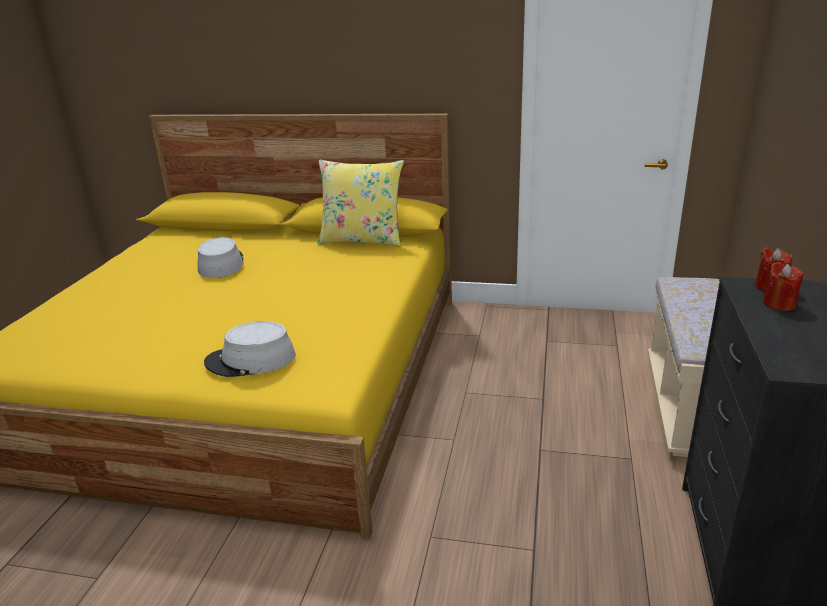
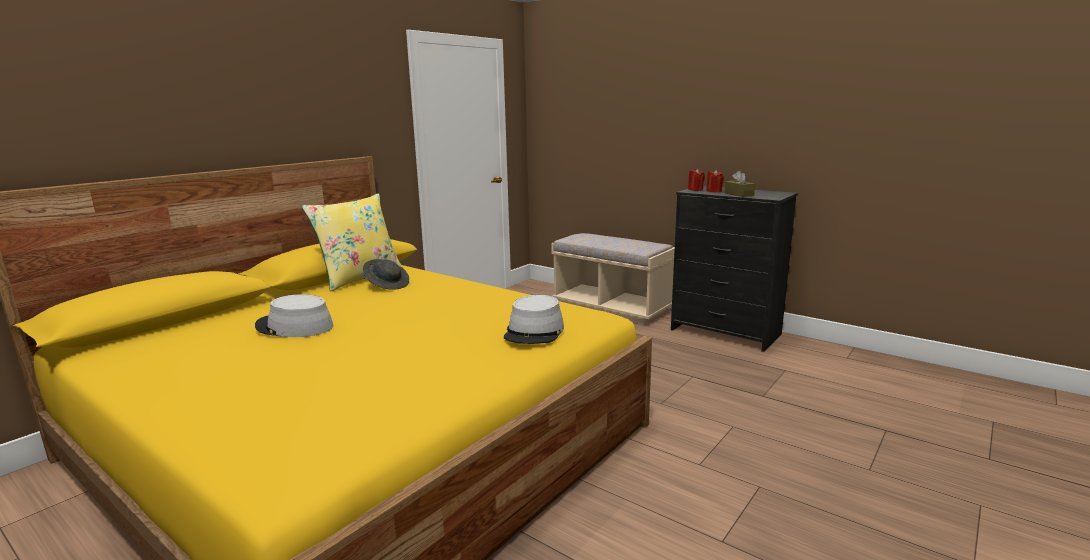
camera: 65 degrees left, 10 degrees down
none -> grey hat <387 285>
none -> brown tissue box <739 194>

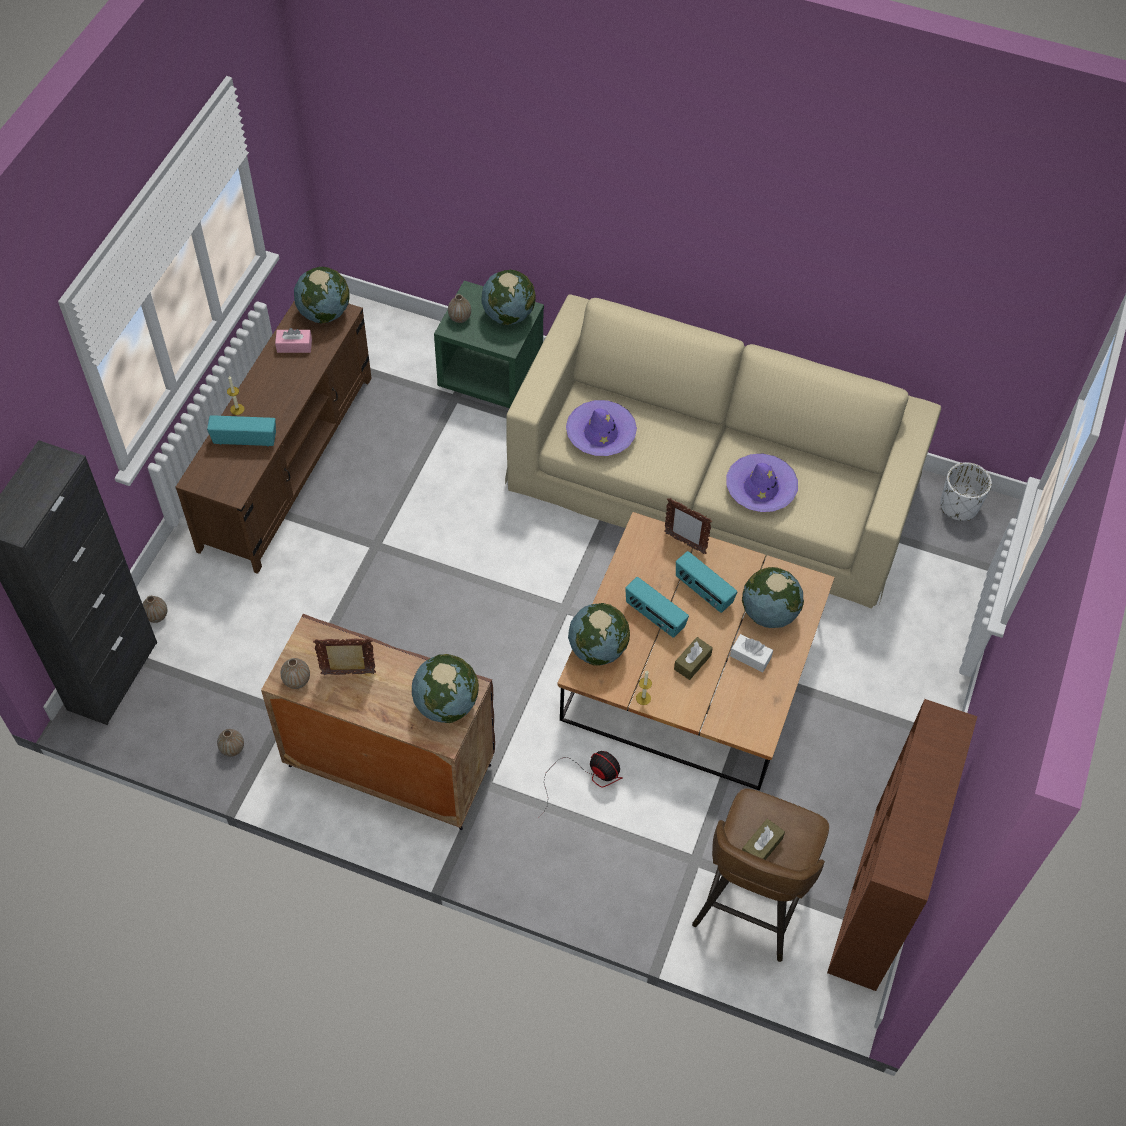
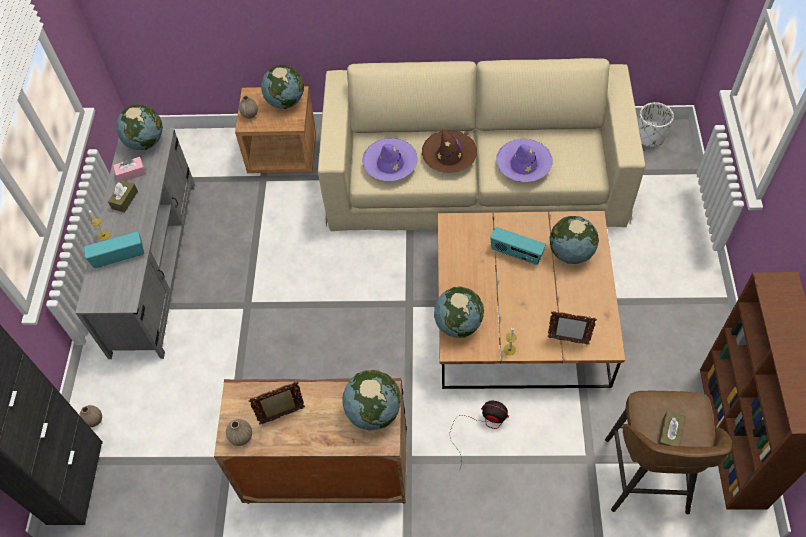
camera: 15 degrees left, 0 degrees up
brown tv stand <287 461> -> grey tv stand <154 265>
brown tissue box <692 662> -> brown tissue box <125 200>, relocated
green nightstand <491 374> -> brown nightstand <283 153>
none -> brown hat <449 156>
picture frame <684 543> -> picture frame <567 340>, relocated
vase <232 749> -> none
radio <654 617> -> none
white tissue box <750 657> -> none

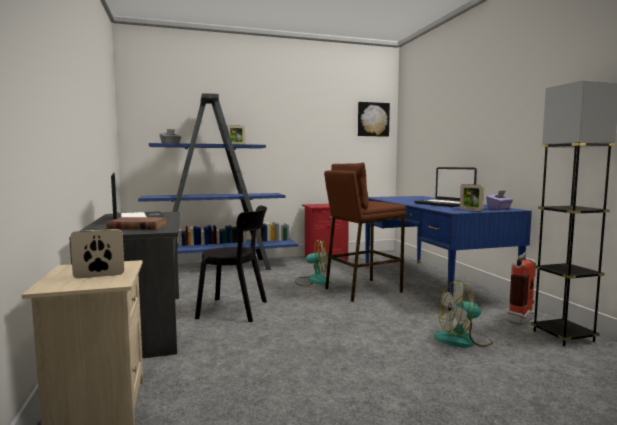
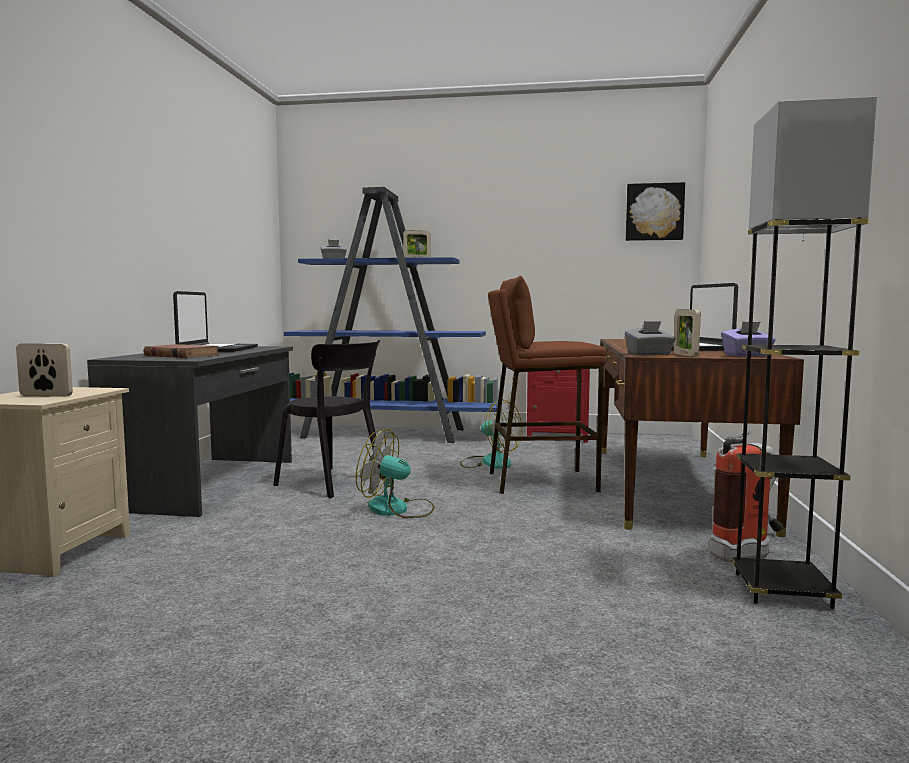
camera: 25 degrees right, 0 degrees up
fan <463 340> -> fan <397 509>, relocated
blue desk <431 283> -> brown desk <673 485>
none -> grey tissue box <649 354>

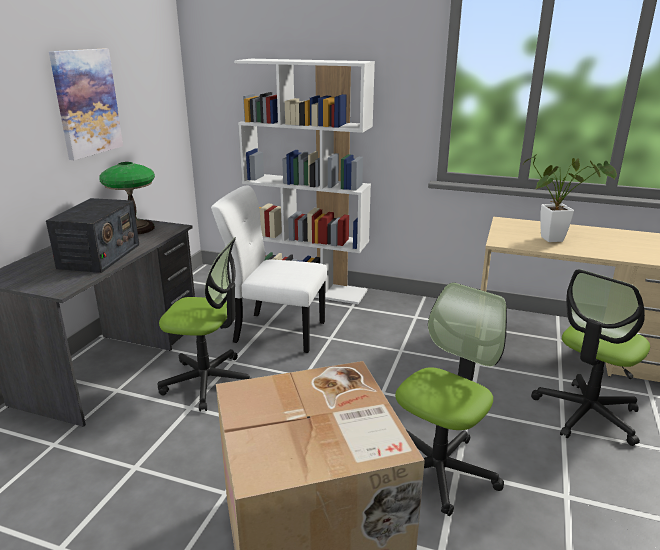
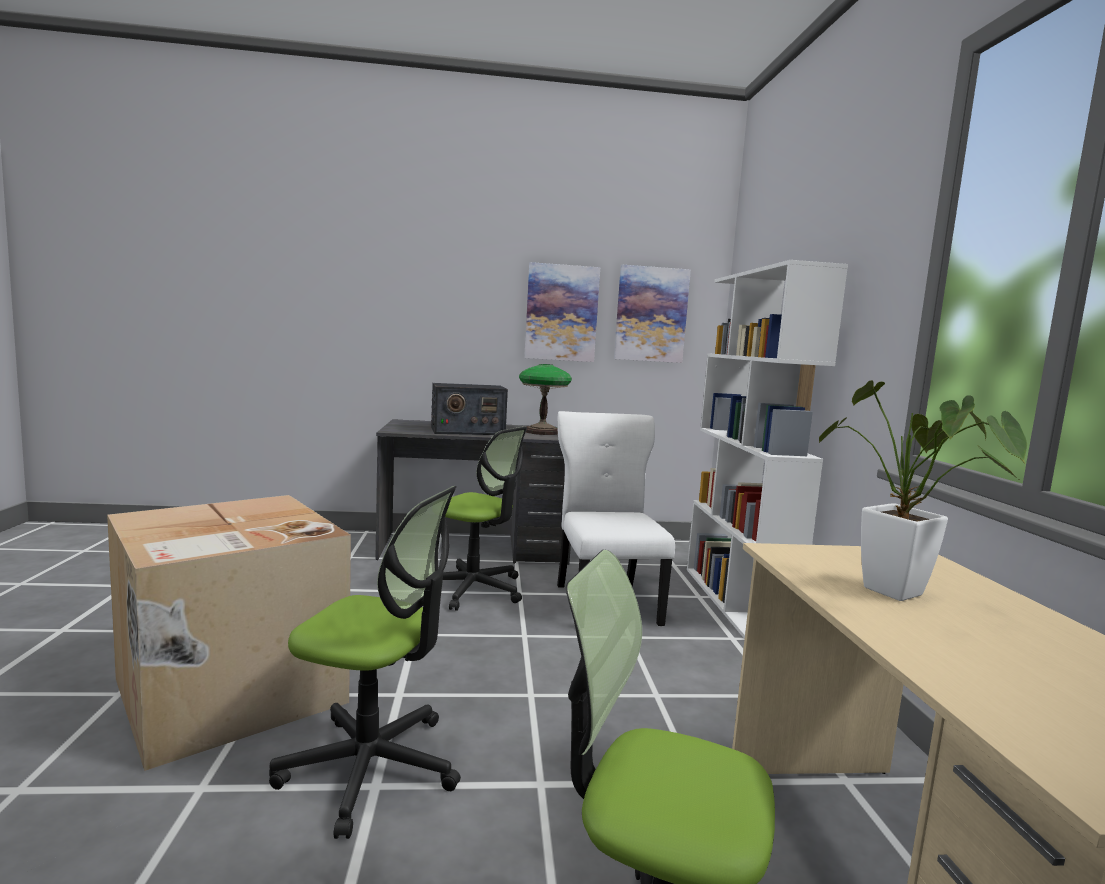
camera: 65 degrees right, 15 degrees down
office chair <208 381> -> office chair <474 589>, 45 degrees counterclockwise
none -> picture <651 314>

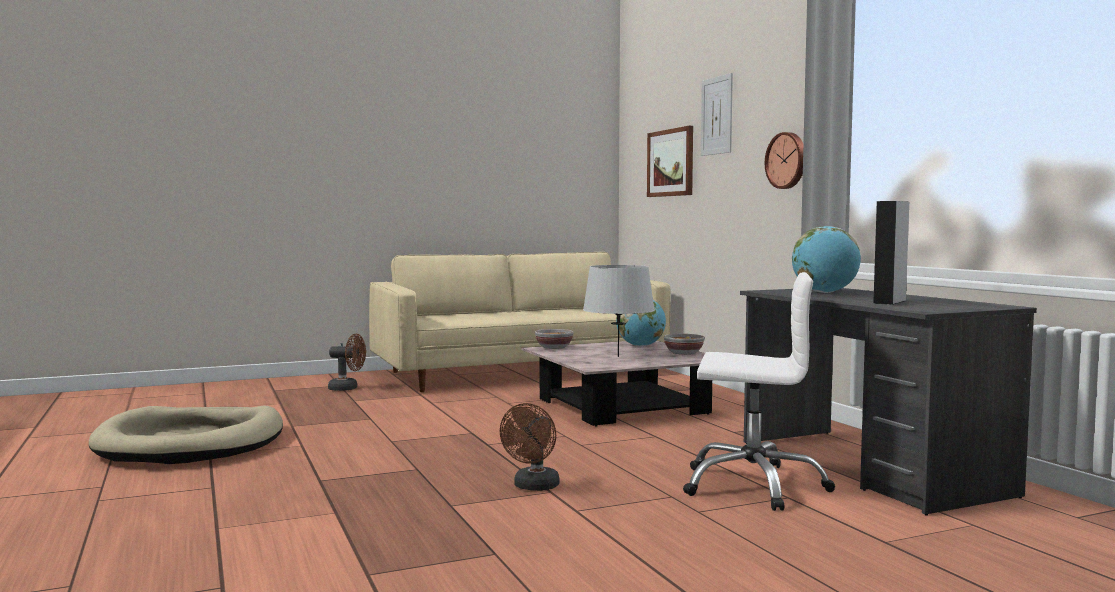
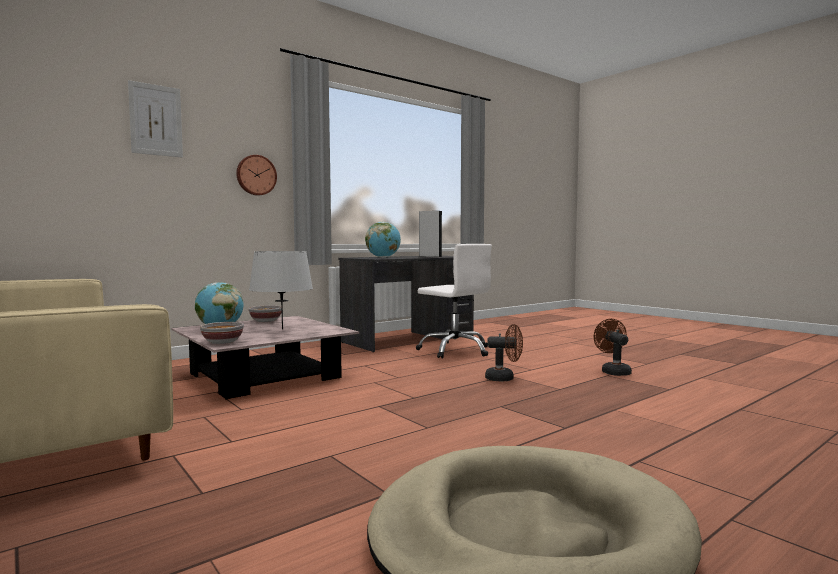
camera: 105 degrees left, 0 degrees up
white office chair <753 485> -> white office chair <455 350>, 135 degrees clockwise
brown fan <348 388> -> brown fan <613 371>, relocated
picture <671 163> -> none

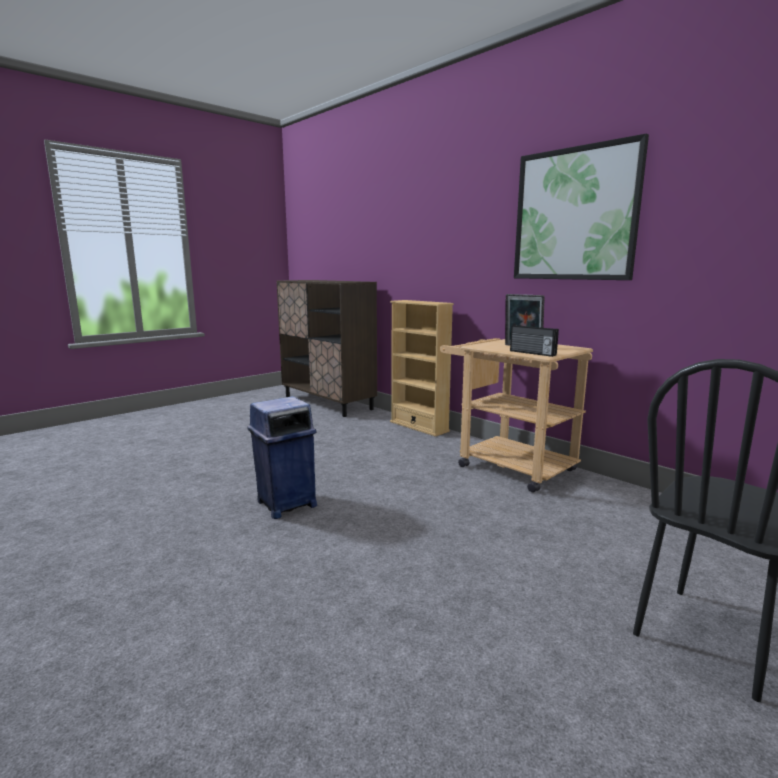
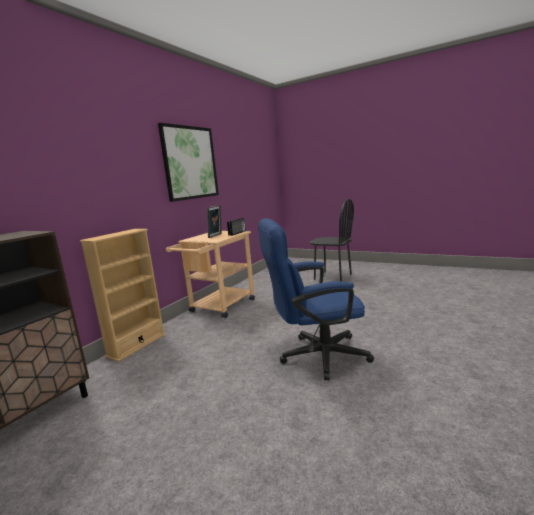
camera: 105 degrees left, 0 degrees up
blue trash can <285 504> -> blue office chair <316 356>

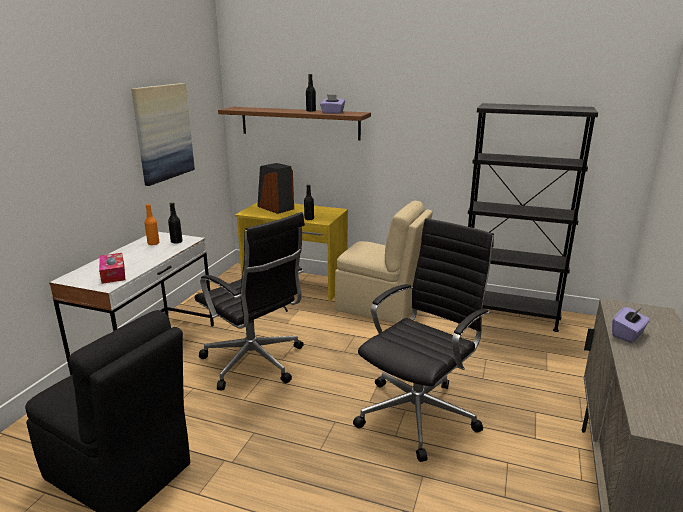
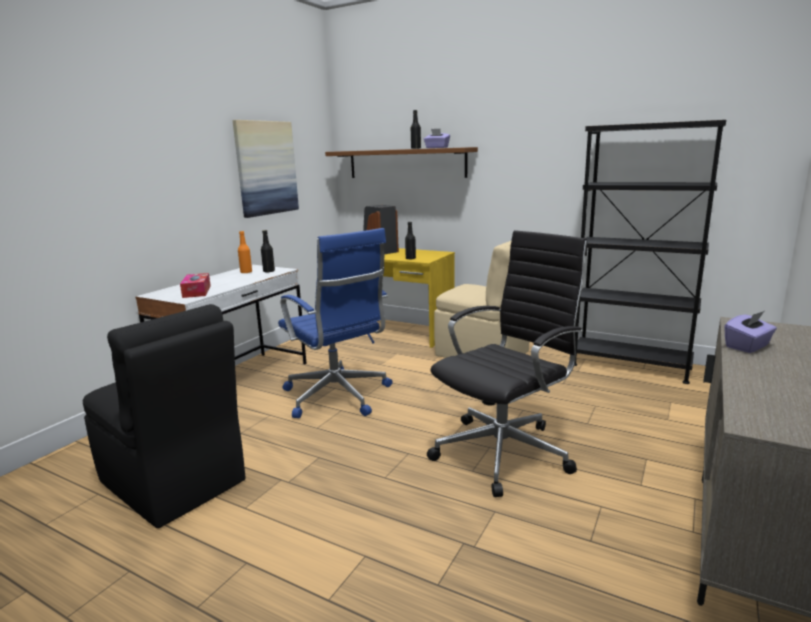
camera: 10 degrees right, 5 degrees down
black office chair <255 363> -> blue office chair <338 397>

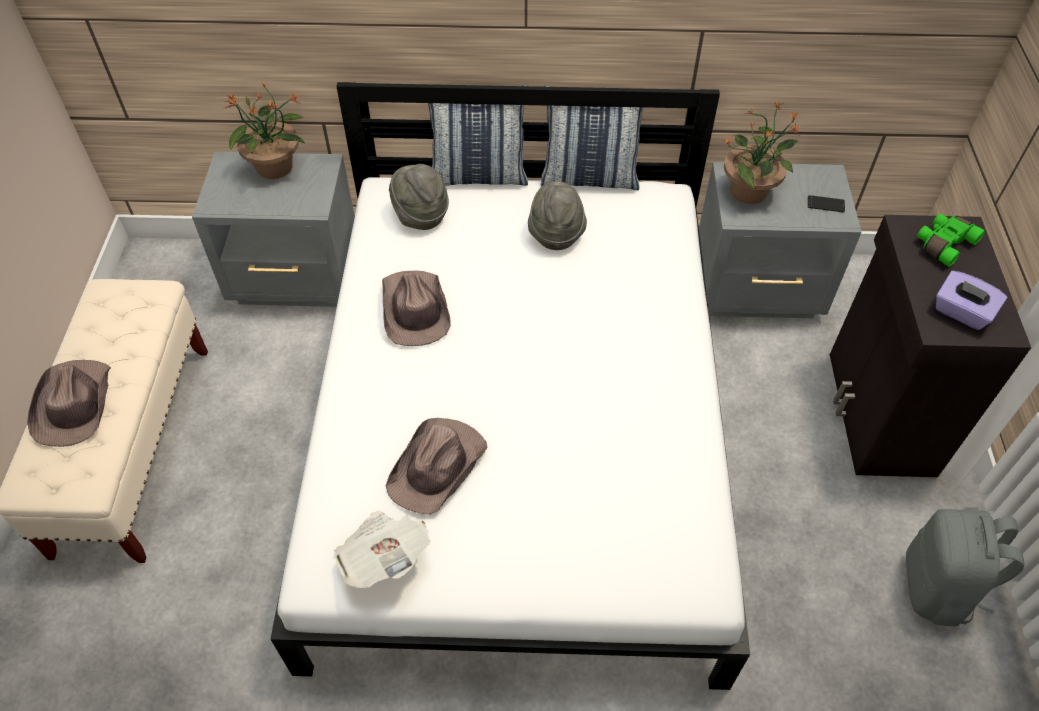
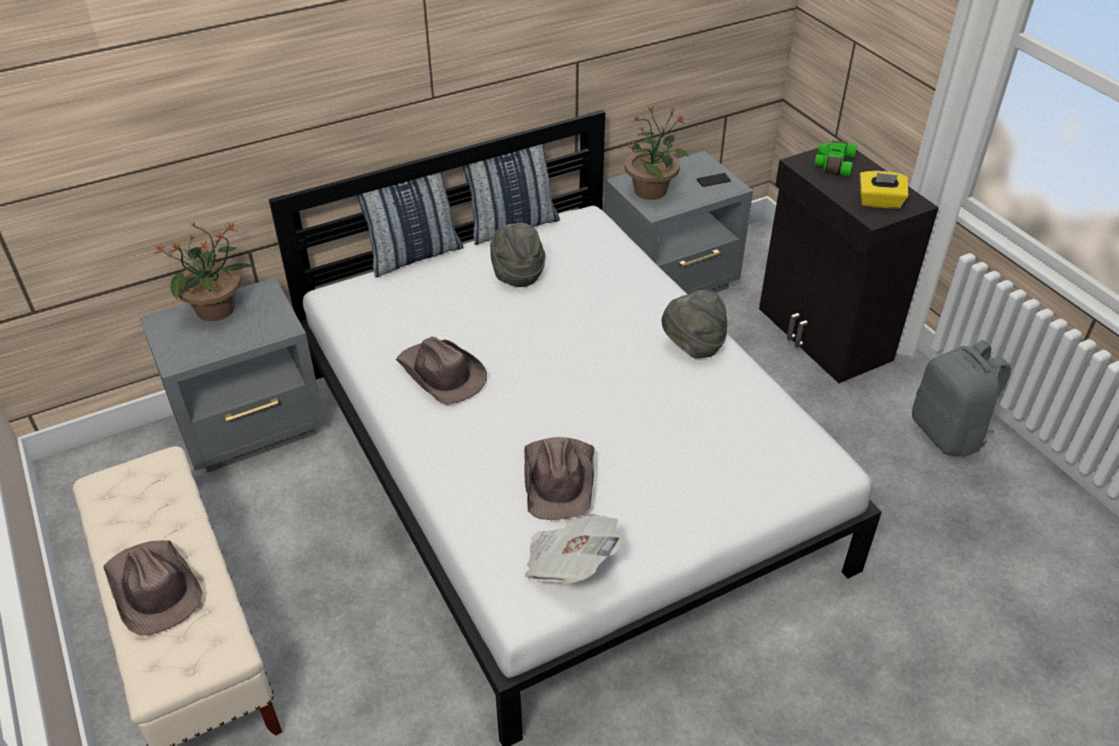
camera: 30 degrees left, 10 degrees down
grey hat <420 215> -> grey hat <693 345>, relocated
purple tissue box <961 313> -> yellow tissue box <879 202>

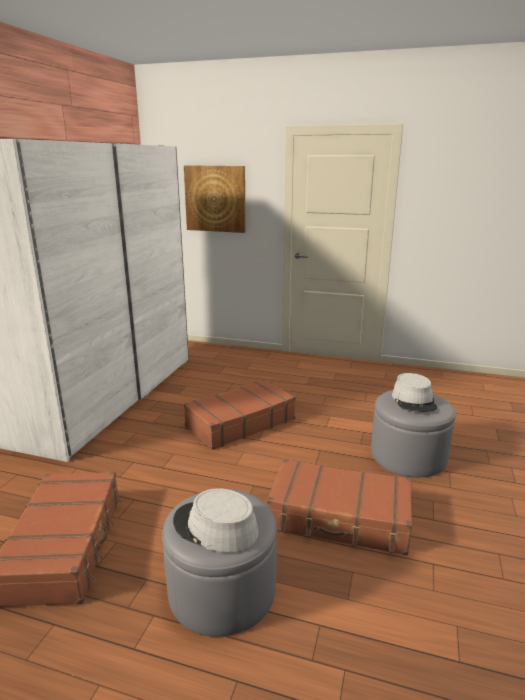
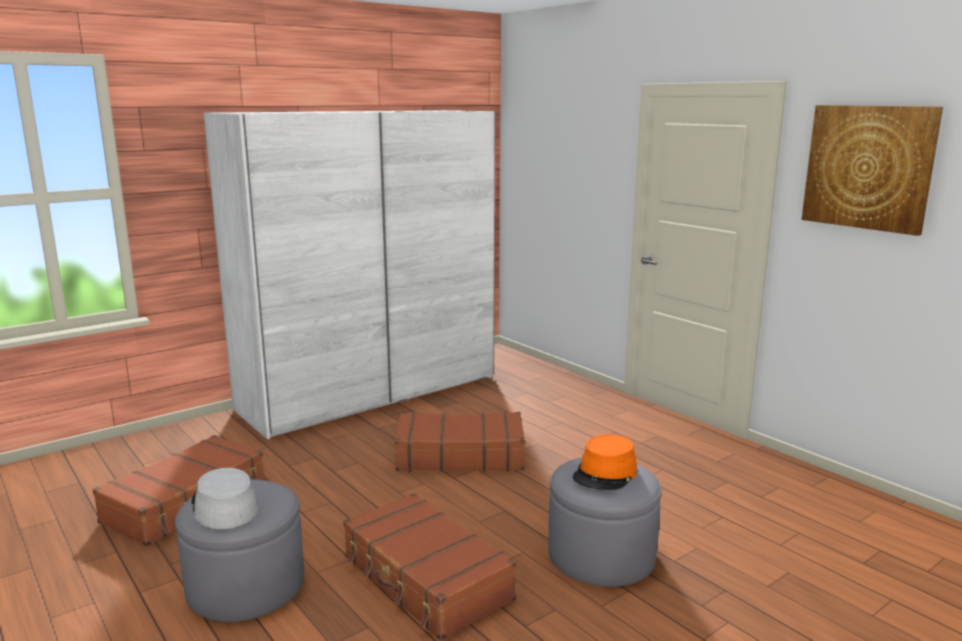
camera: 35 degrees right, 5 degrees down
grey hat <414 400> -> orange hat <605 474>
picture <215 199> -> picture <868 167>, relocated

